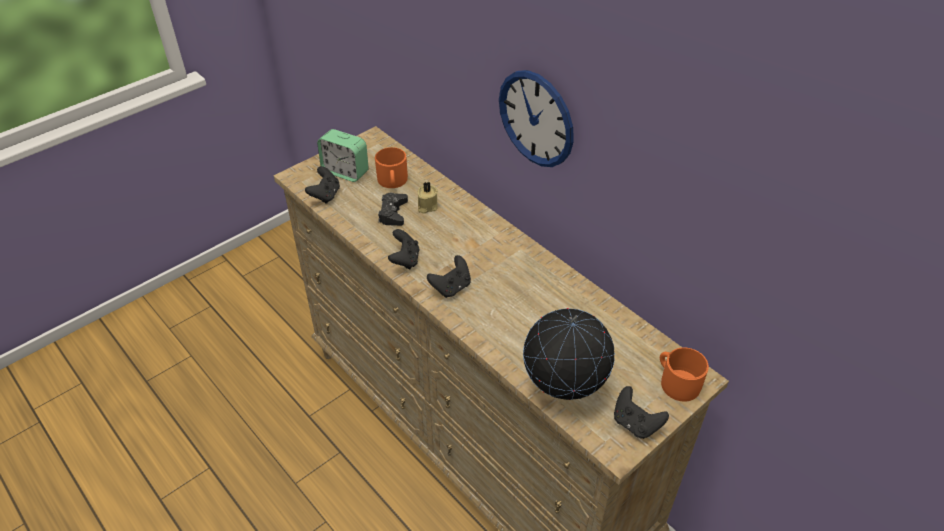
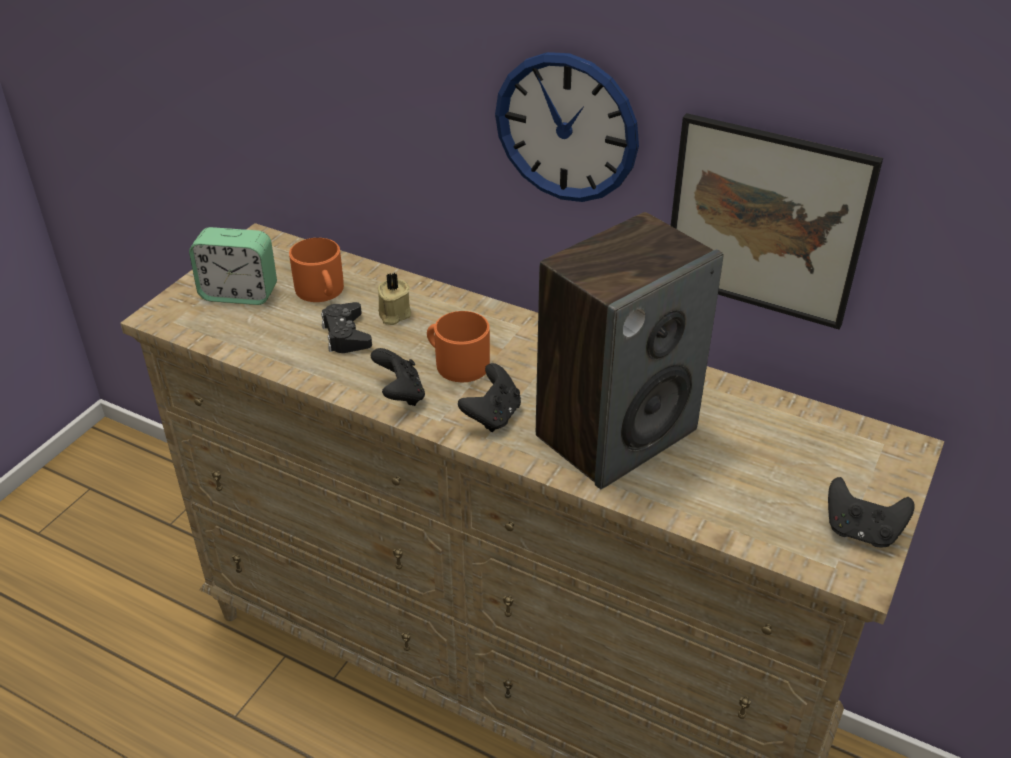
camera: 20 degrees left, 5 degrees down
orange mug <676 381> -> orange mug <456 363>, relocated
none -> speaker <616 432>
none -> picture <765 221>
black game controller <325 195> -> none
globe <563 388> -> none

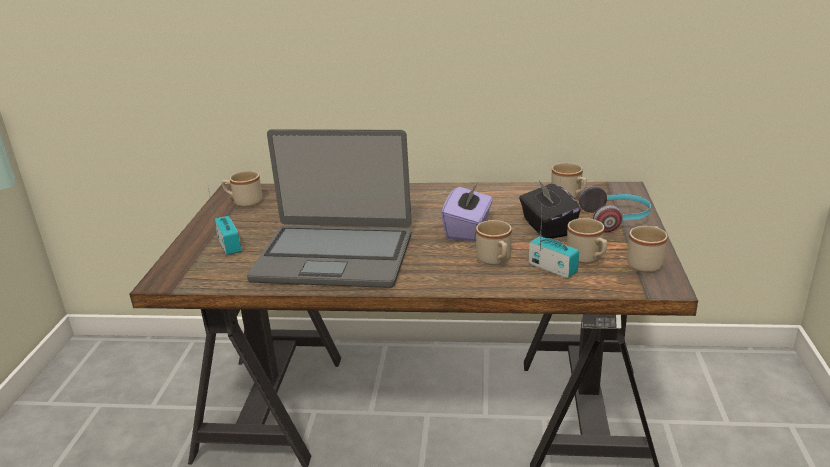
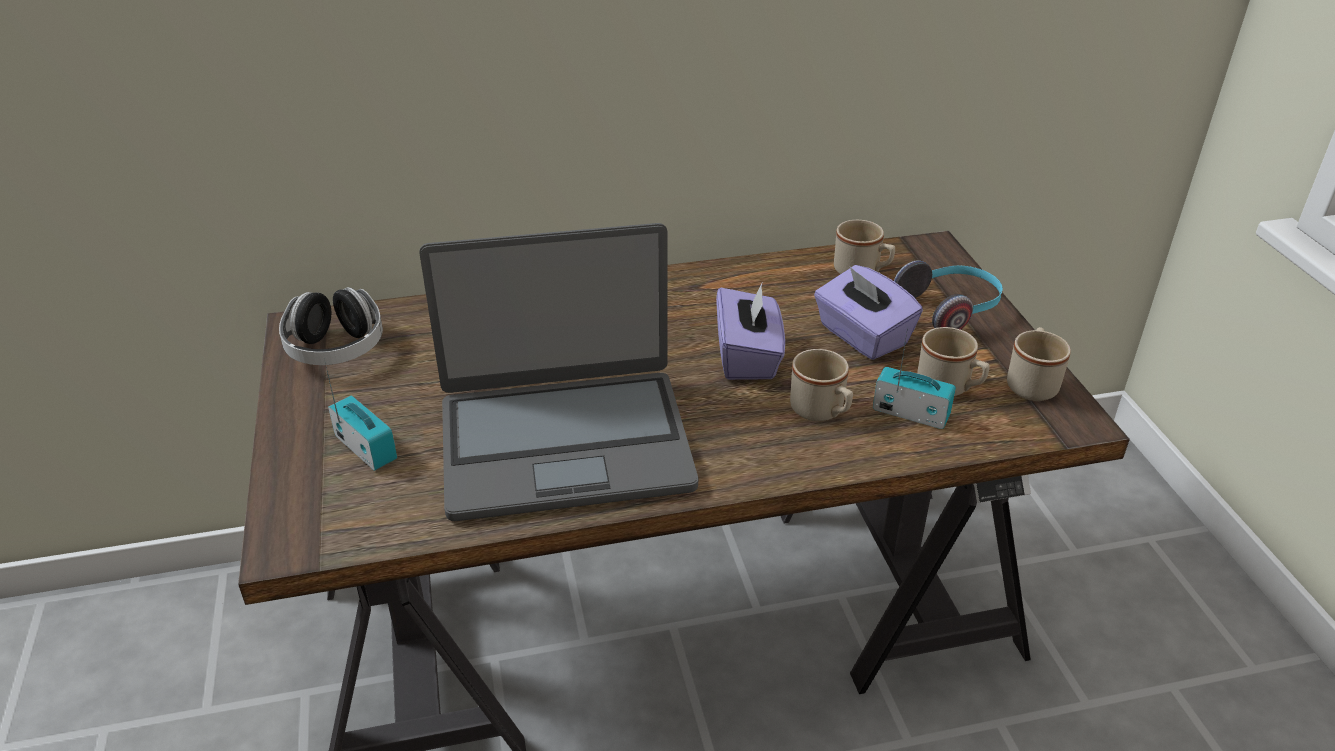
camera: 20 degrees left, 10 degrees up
beige mug <244 202> -> headphones <336 349>
black tissue box <547 227> -> purple tissue box <862 336>

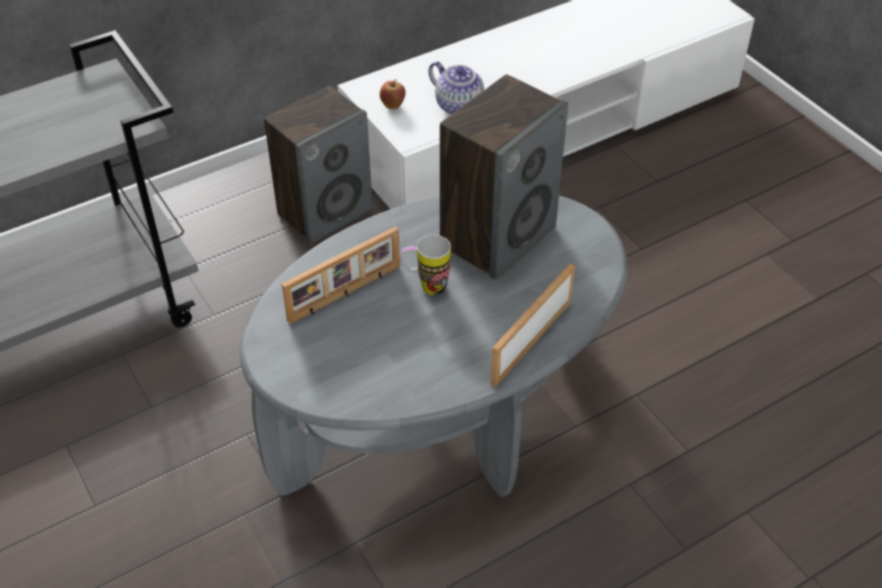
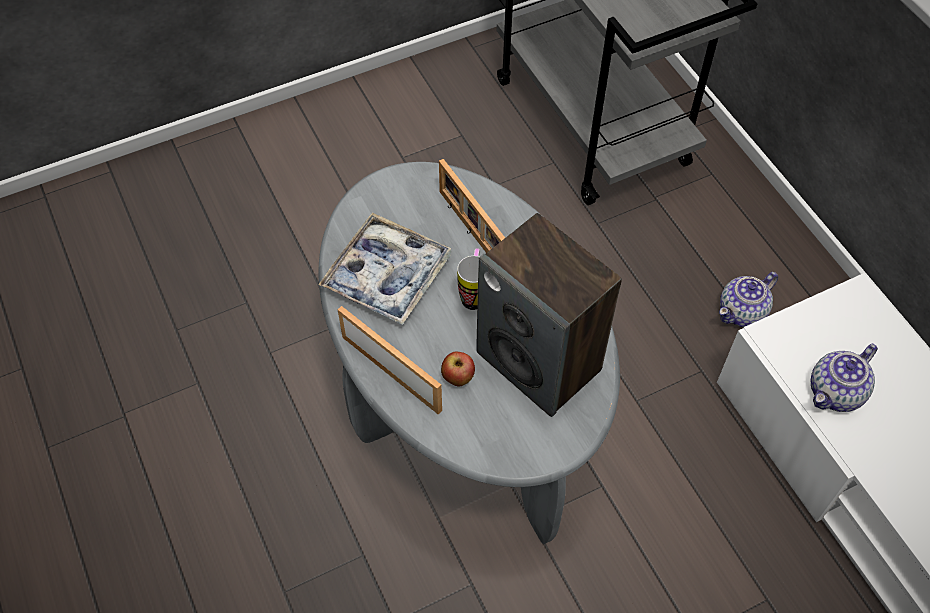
camera: 95 degrees right, 10 degrees up
none -> tray <387 275>
apple <393 106> -> apple <458 378>, relocated
speaker <325 212> -> teapot <742 312>

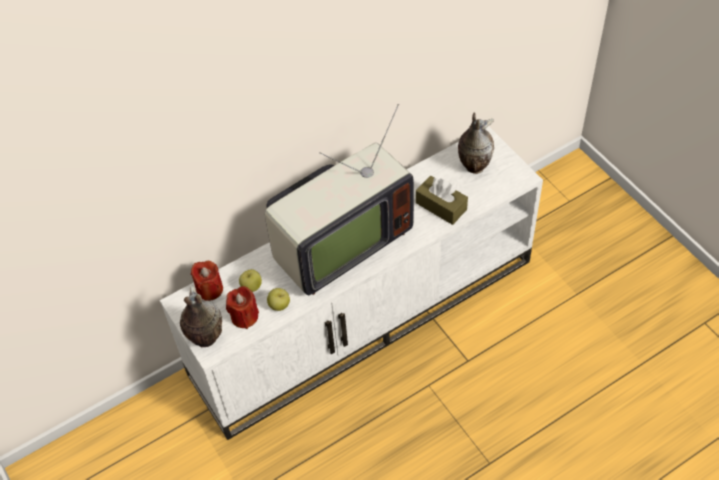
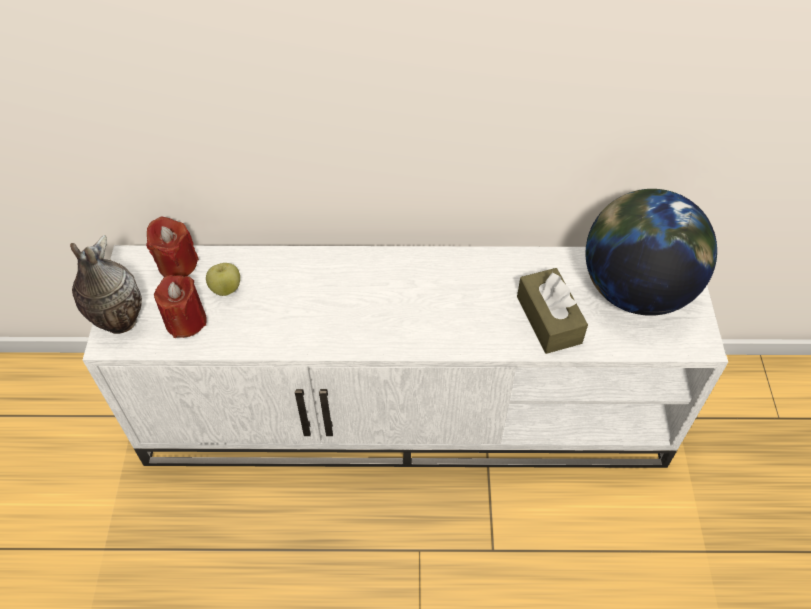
camera: 30 degrees right, 0 degrees up
vase <473 166> -> globe <635 289>
television <338 245> -> none
apple <279 305> -> none

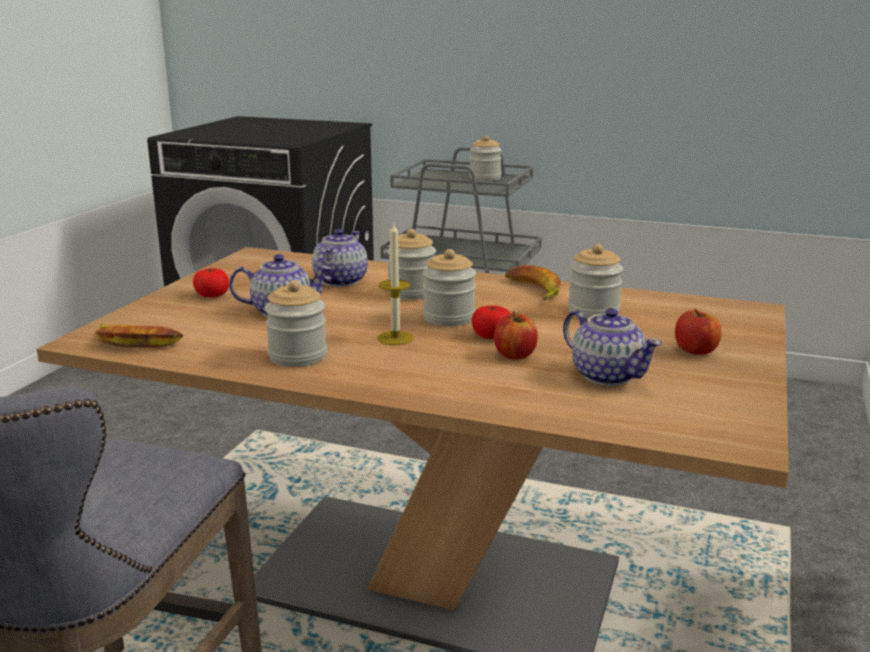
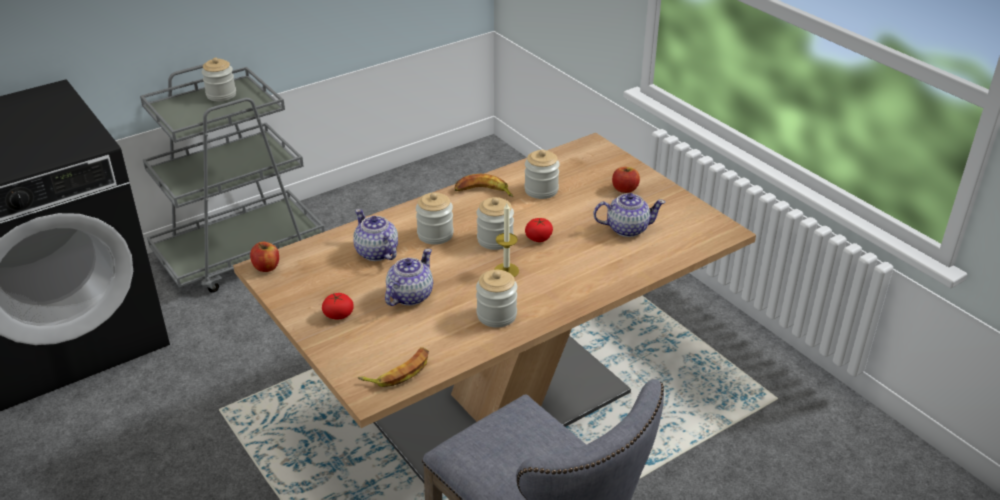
camera: 55 degrees left, 15 degrees up
apple <515 355> -> apple <266 267>, relocated

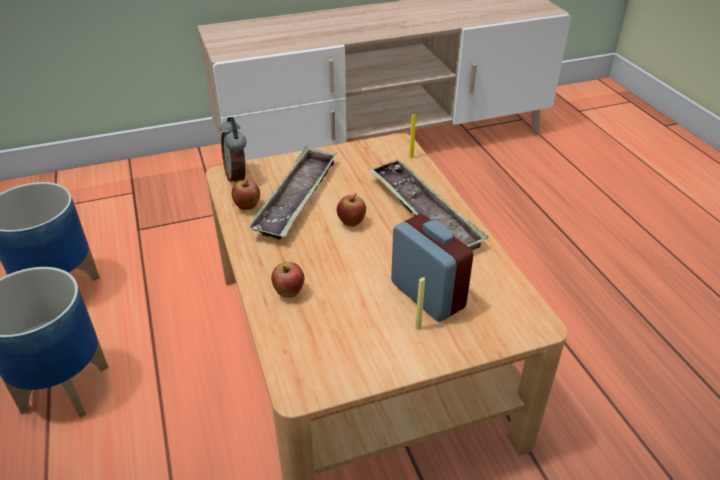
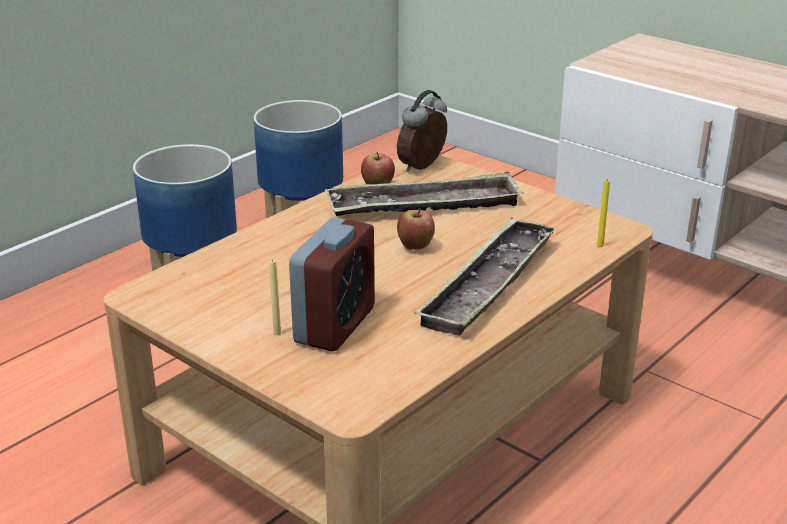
camera: 60 degrees right, 10 degrees down
apple <289 293> -> none

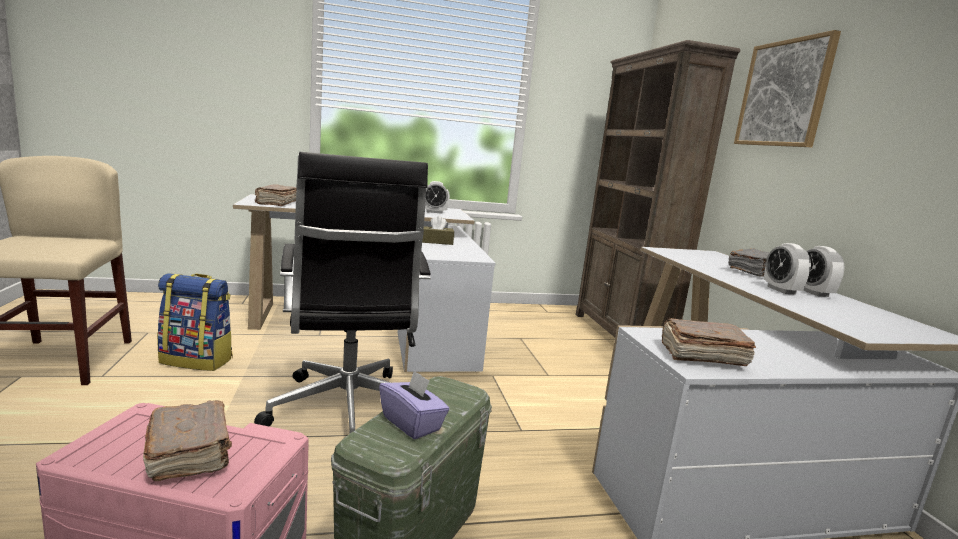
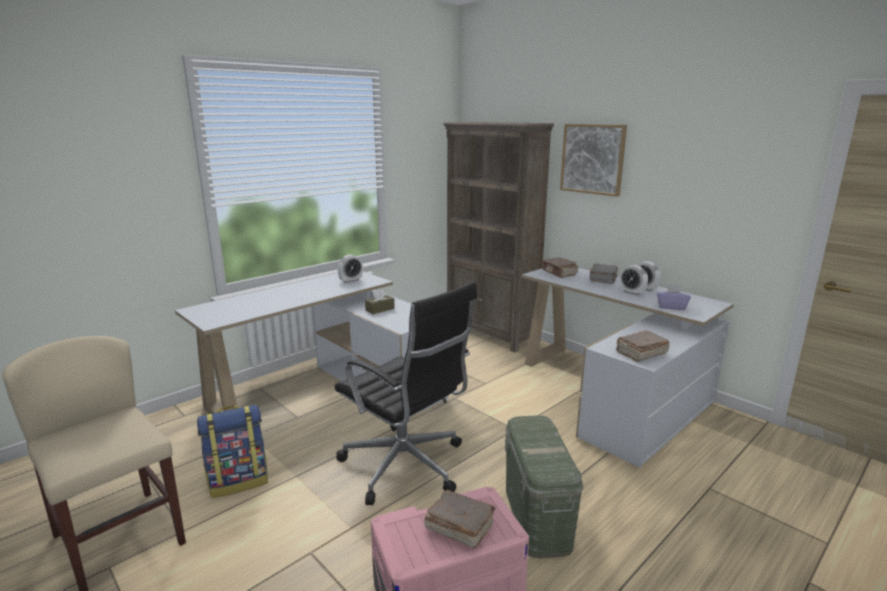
camera: 30 degrees left, 5 degrees up
brown book <277 203> -> brown book <559 273>, relocated
purple tissue box <412 423> -> purple tissue box <671 307>, relocated

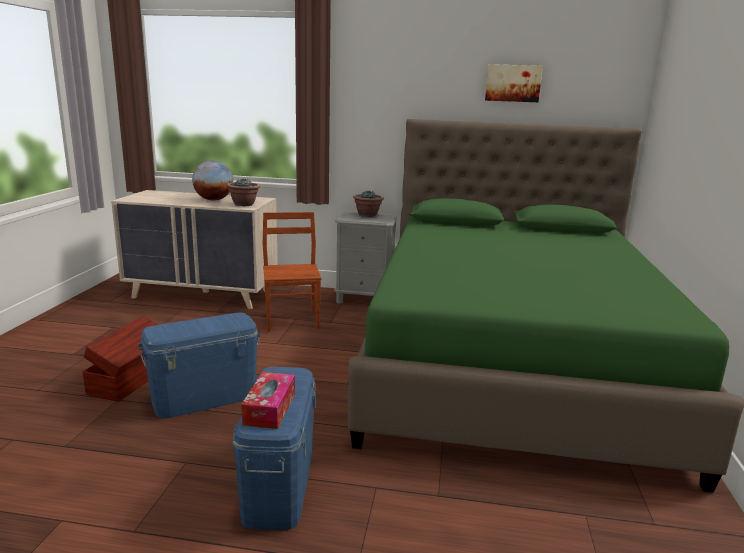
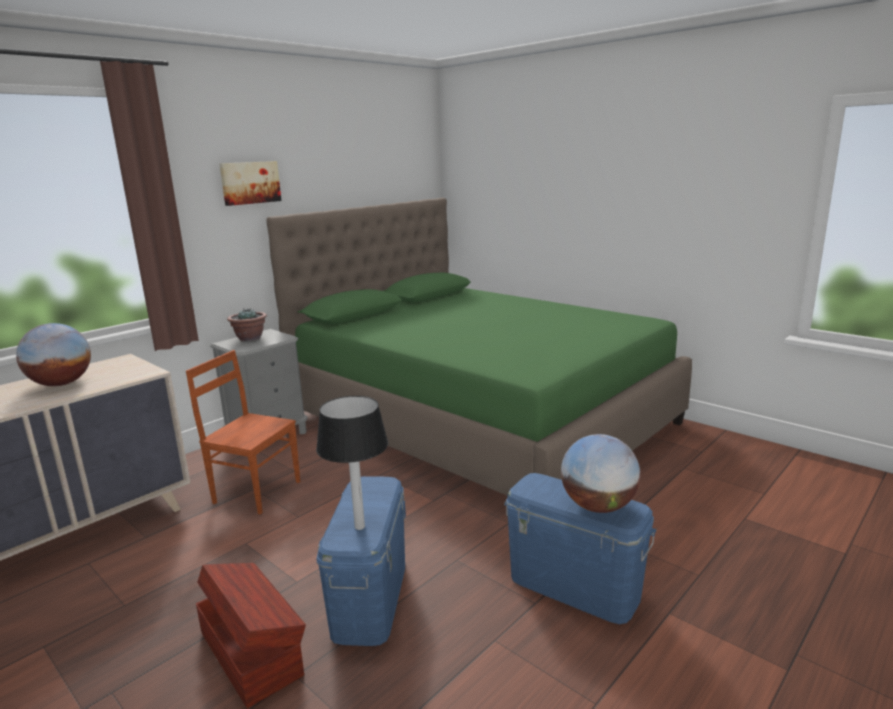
camera: 55 degrees left, 0 degrees up
picture <513 83> -> picture <250 182>, relocated
none -> table lamp <359 527>
tissue box <269 409> -> globe <598 506>
potted plant <244 204> -> none

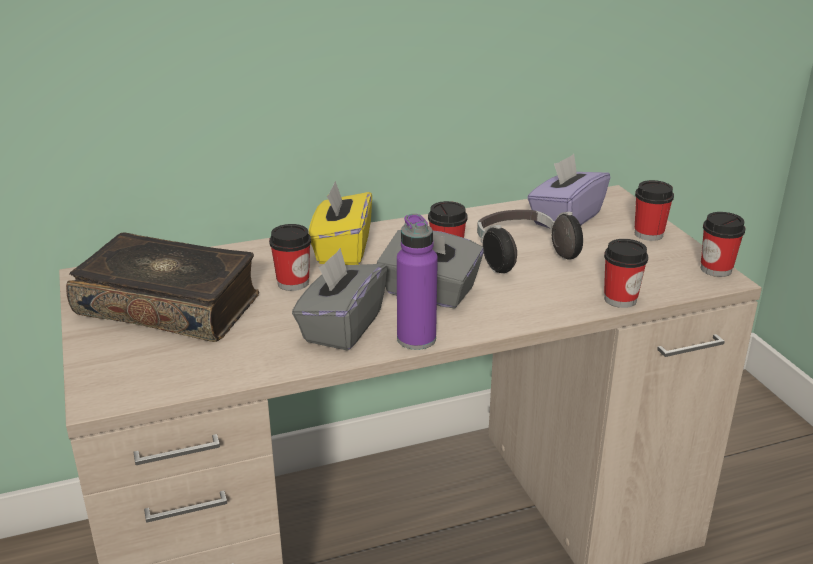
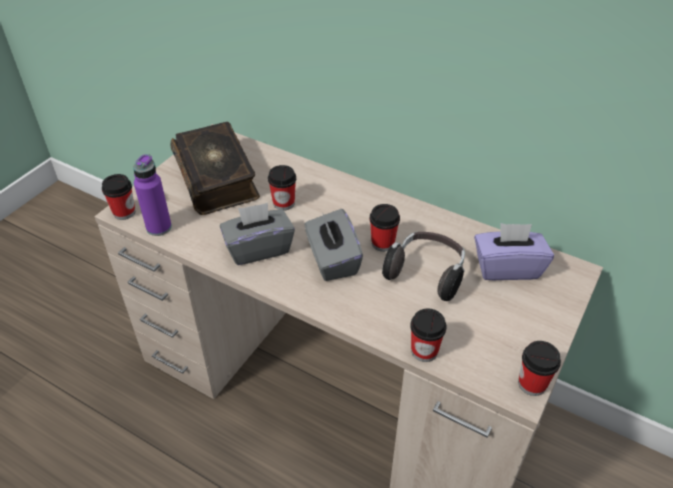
camera: 50 degrees right, 15 degrees up
cup <648 234> -> cup <124 212>, relocated
purple bottle <416 339> -> purple bottle <159 227>, relocated
yellow tissue box <342 250> -> none

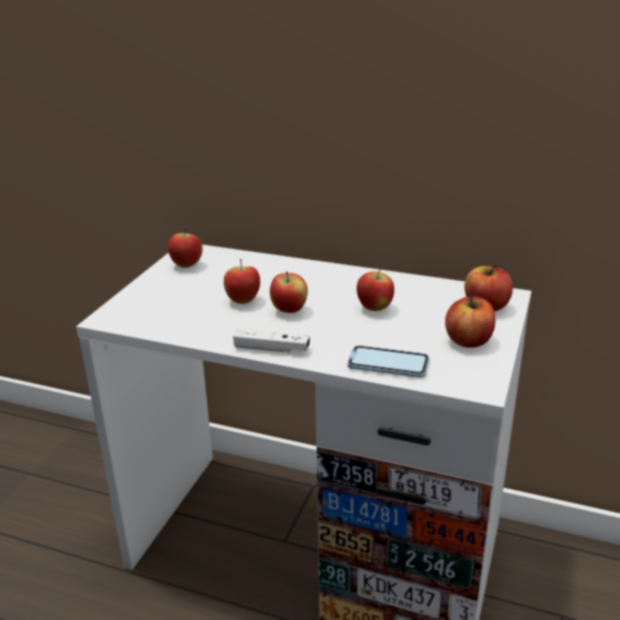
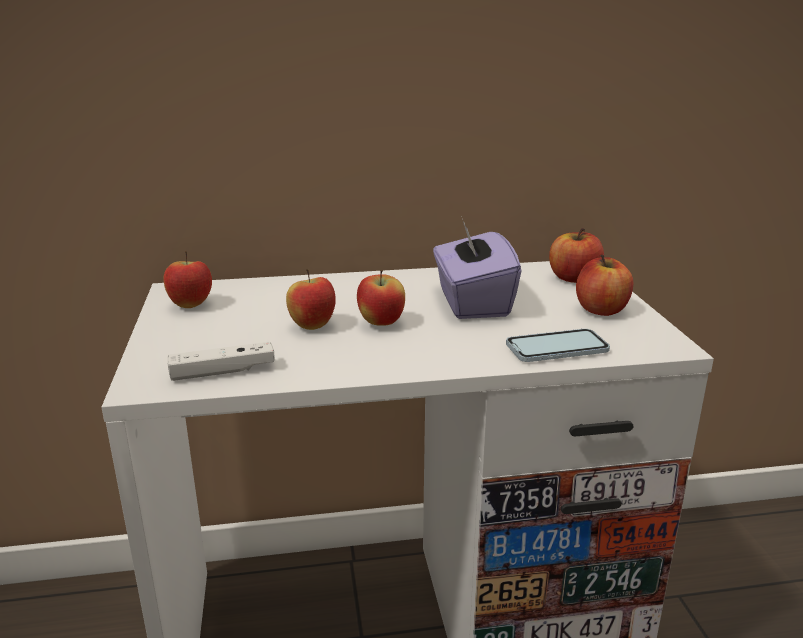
camera: 30 degrees left, 5 degrees down
white game controller <271 348> -> white game controller <223 371>, relocated
apple <374 308> -> purple tissue box <472 302>

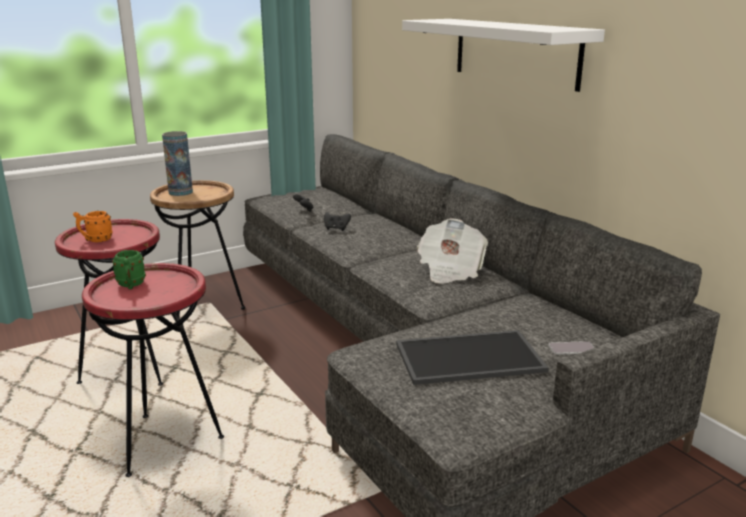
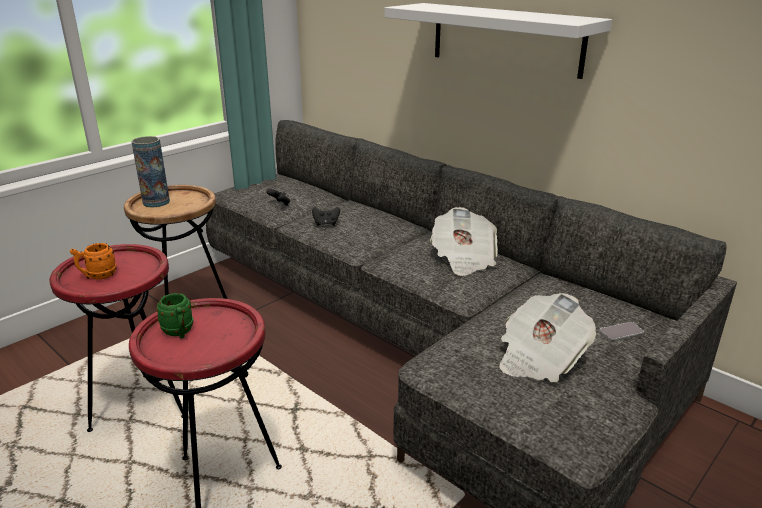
camera: 15 degrees left, 5 degrees up
tray <468 359> -> newspaper <539 358>

